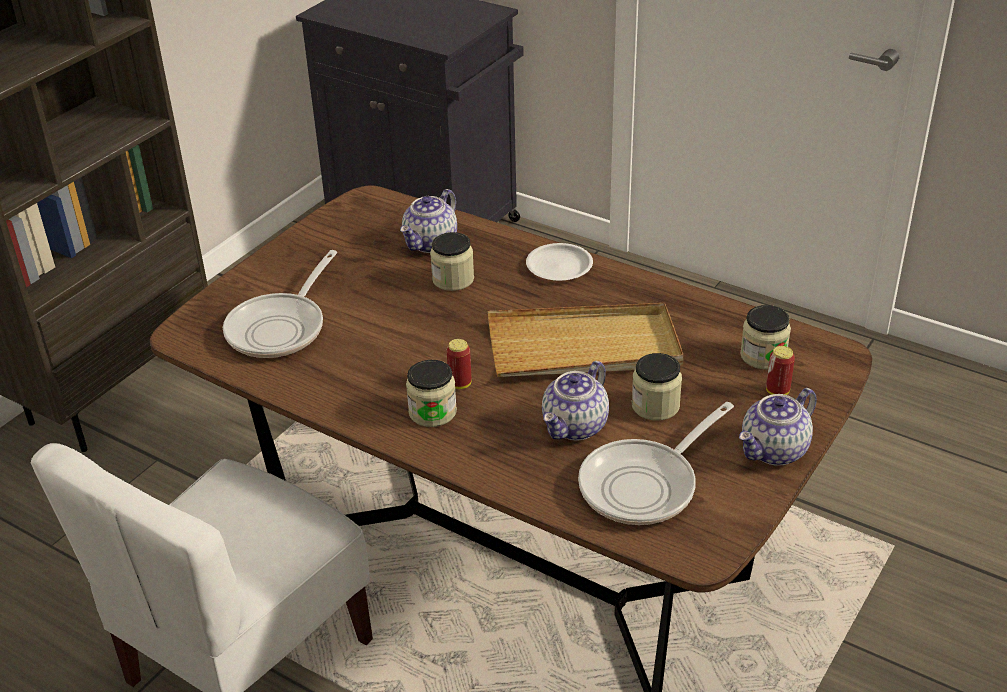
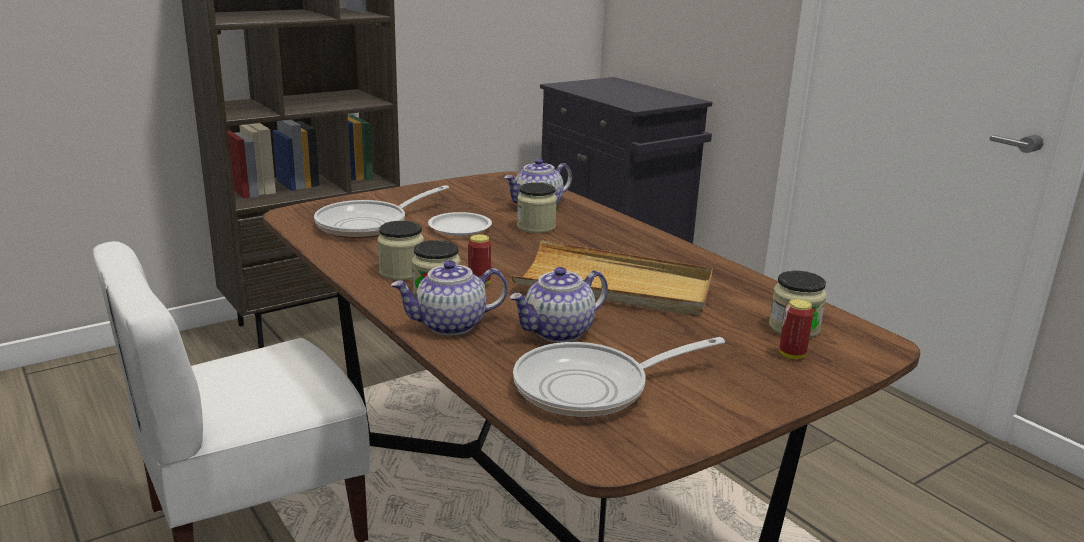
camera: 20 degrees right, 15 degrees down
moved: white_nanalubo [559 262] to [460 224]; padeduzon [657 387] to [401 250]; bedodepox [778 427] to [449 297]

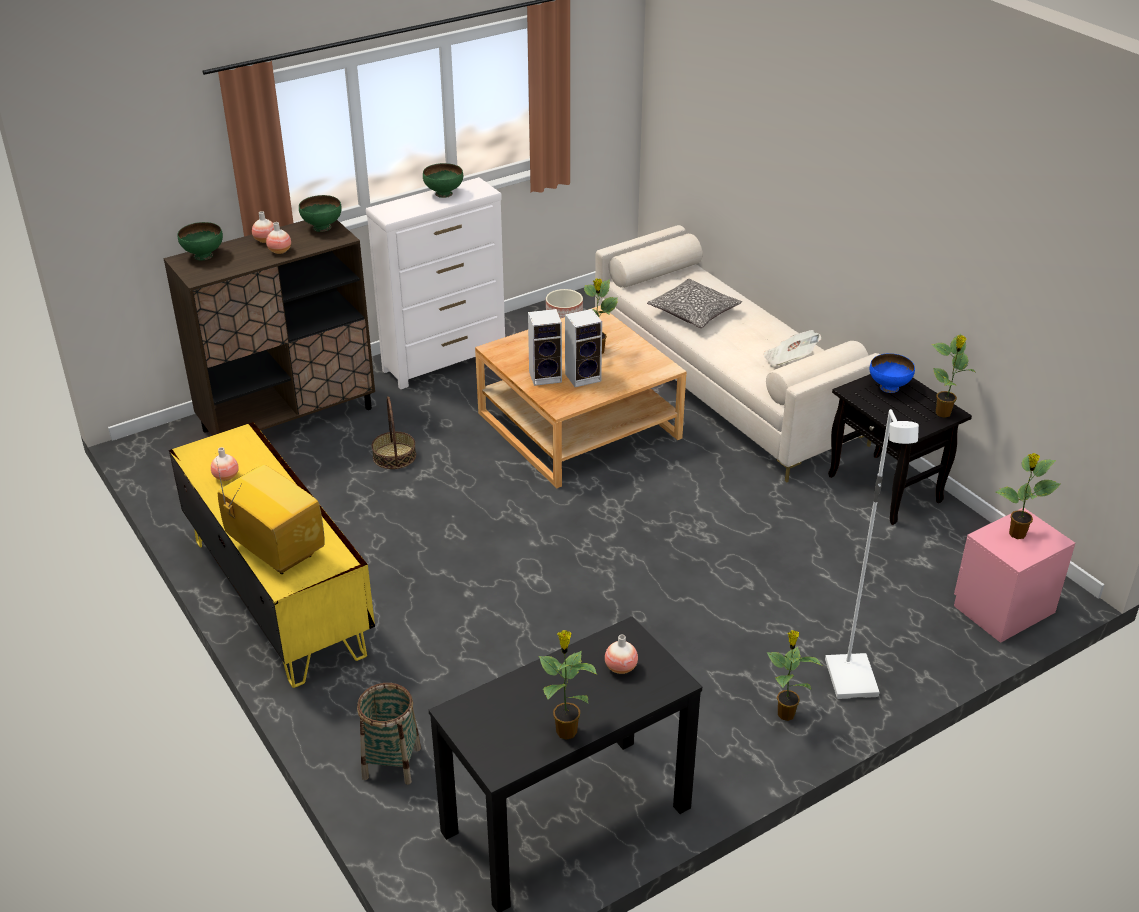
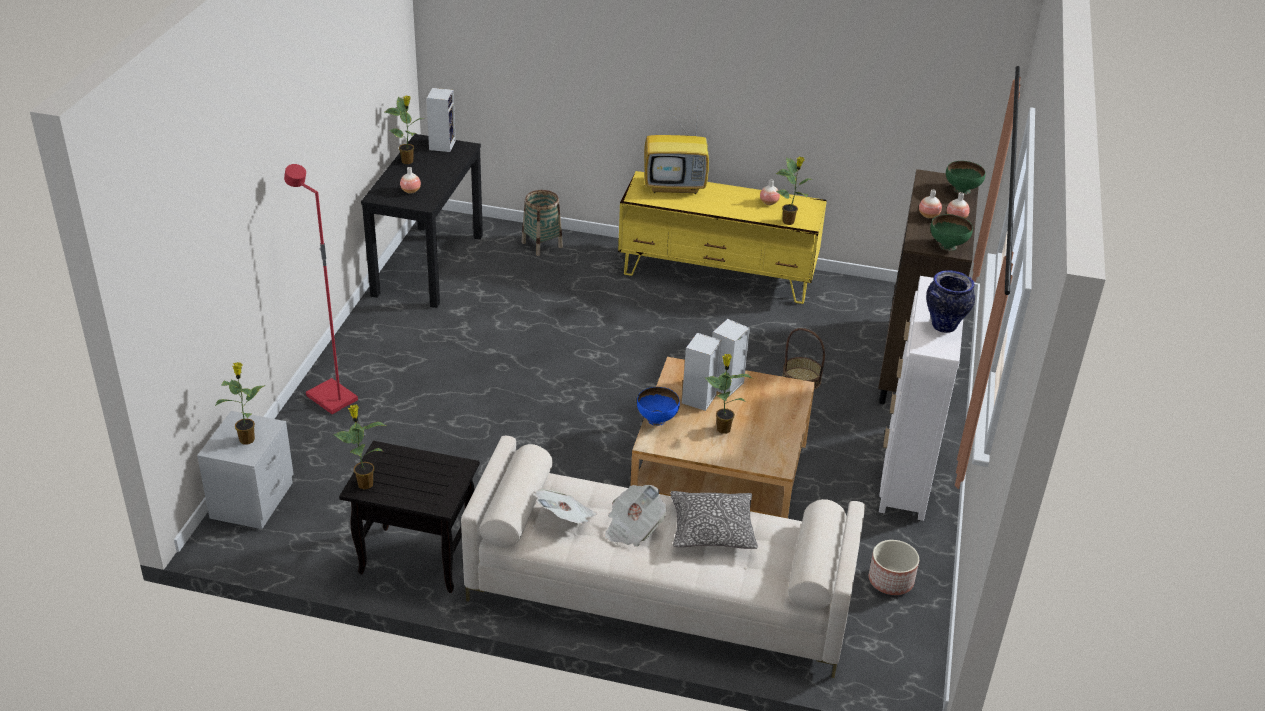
camera: 135 degrees right, 0 degrees up
added: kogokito [441 120]; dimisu [636 516]
moved: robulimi [794 675] to [794 190]; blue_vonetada [892 373] to [658 406]
replaced: green_vonetada [443 180] to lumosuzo [950 301]
recoloured: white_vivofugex [872 554] to red_vivofugex [321 289]; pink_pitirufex [1014 575] to grey_pitirufex [245 470]

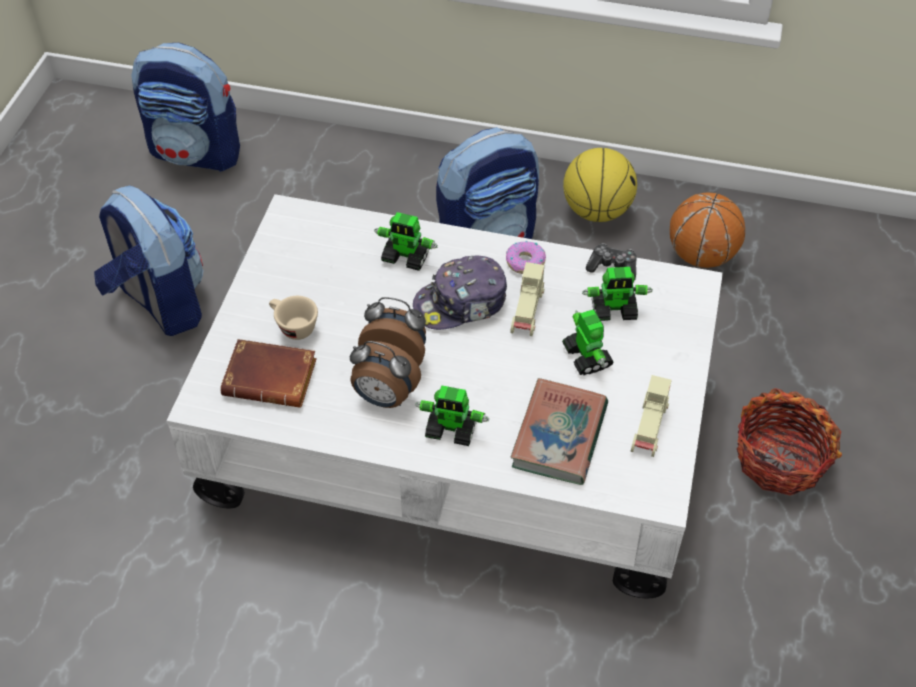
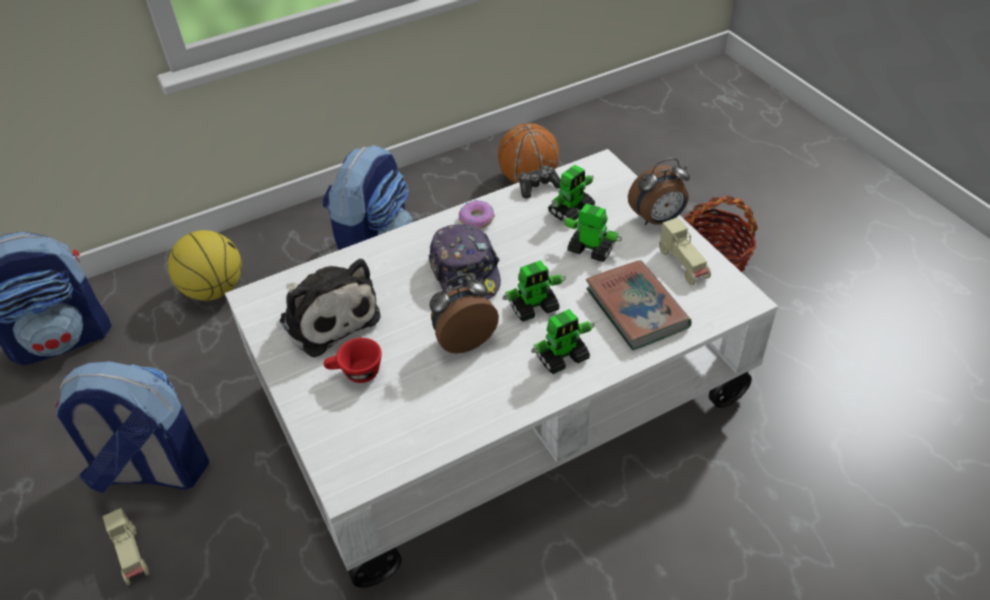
camera: 40 degrees left, 5 degrees down
removed: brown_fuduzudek [268 373]
added: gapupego [330 308]
moved: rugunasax [385 374] to [659 191]; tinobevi [406 241] to [534 291]; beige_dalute [527 299] to [125 547]; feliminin [600 185] to [205 265]
recoloured: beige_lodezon [293 318] to red_lodezon [353 360]
turned: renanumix [460 293] = [464 262] 45 degrees counterclockwise

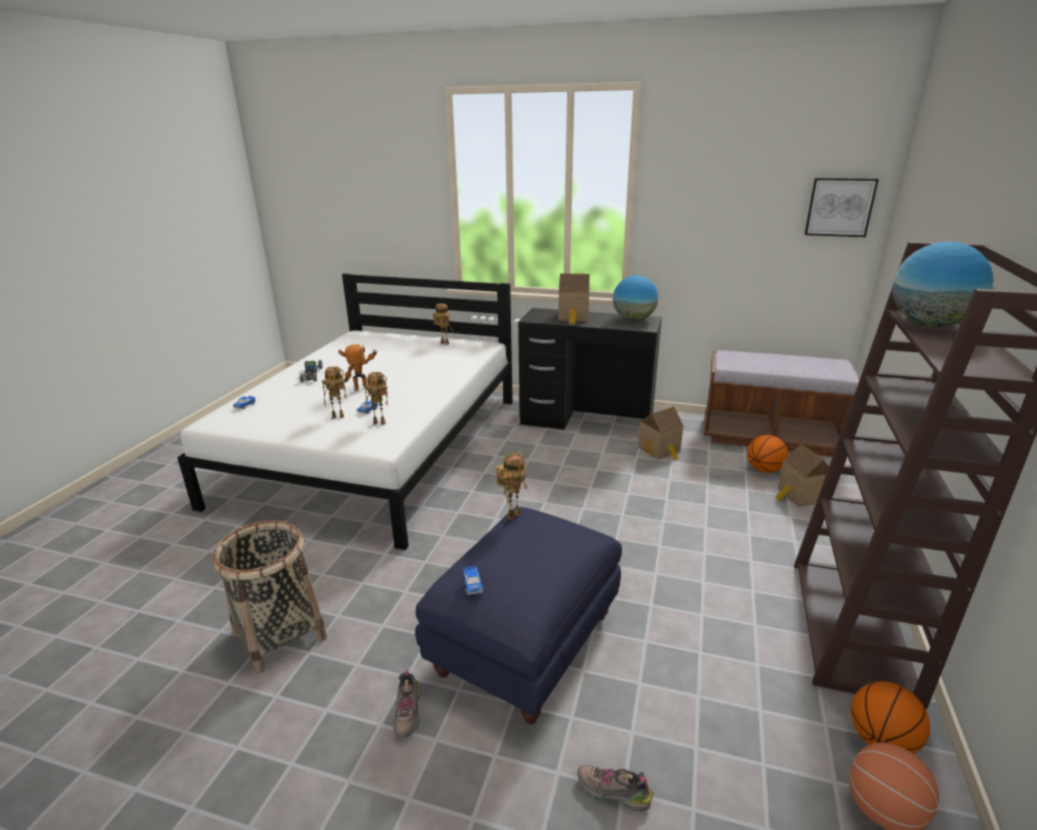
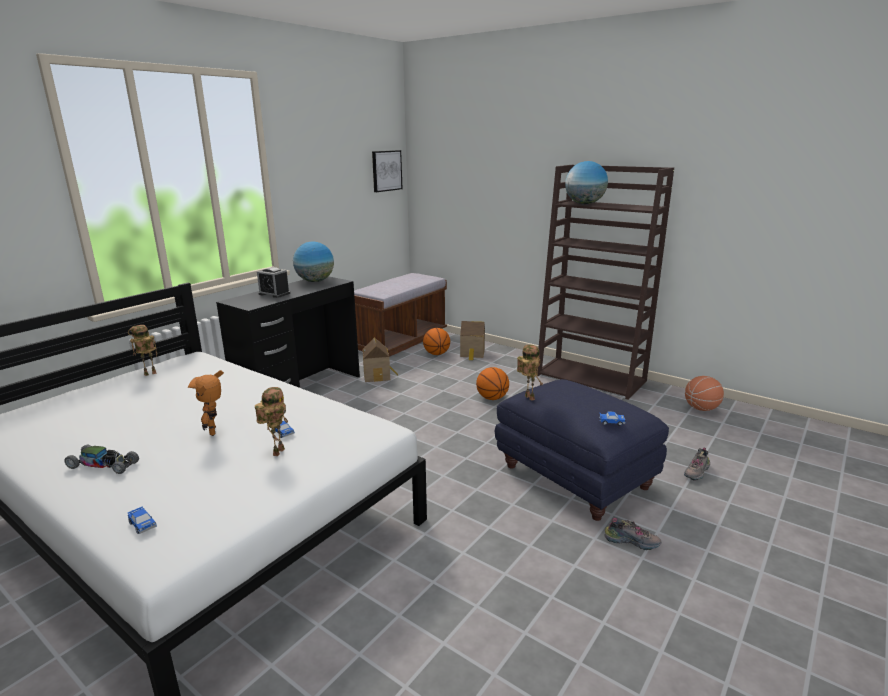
camera: 70 degrees left, 5 degrees down
removed: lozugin [270 597]; tinobevi [376 398]
moved: feliminin [890 717] to [492 383]
replaced: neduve [574 298] to rugunasax [273 282]

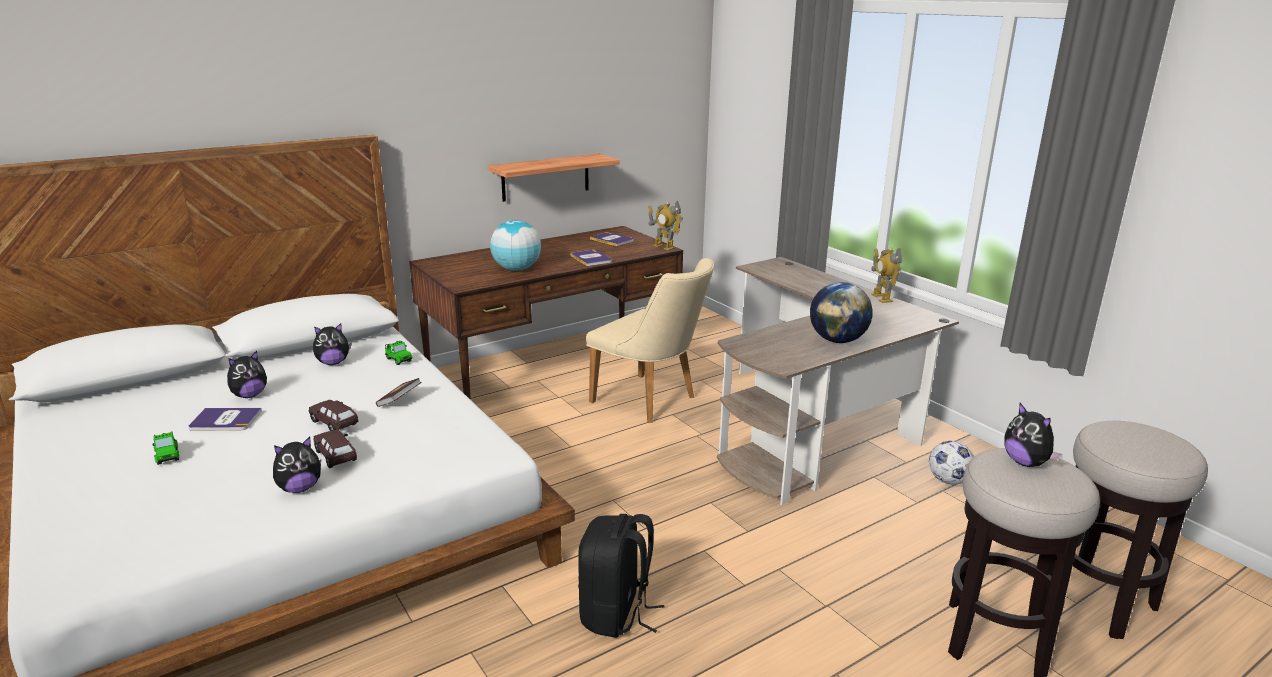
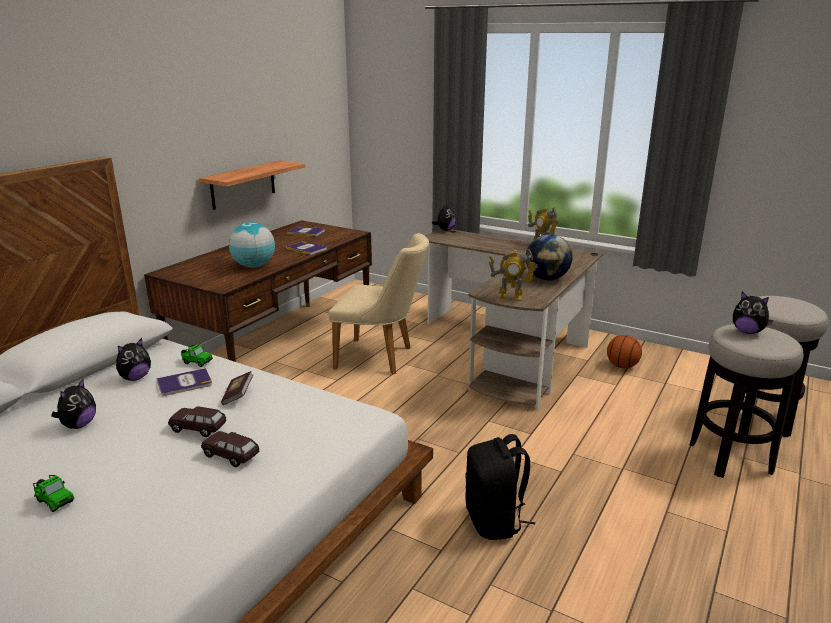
camera: 25 degrees left, 0 degrees up
moved: fuduzudek [225 419] to [184 382]; gapupego [297 465] to [444 217]; tinobevi [665 226] to [513 275]
replaced: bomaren [951 463] to feliminin [624 351]

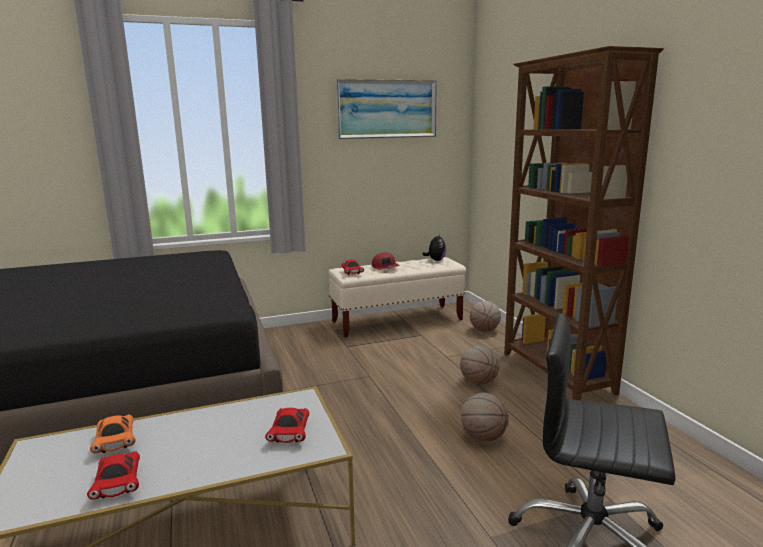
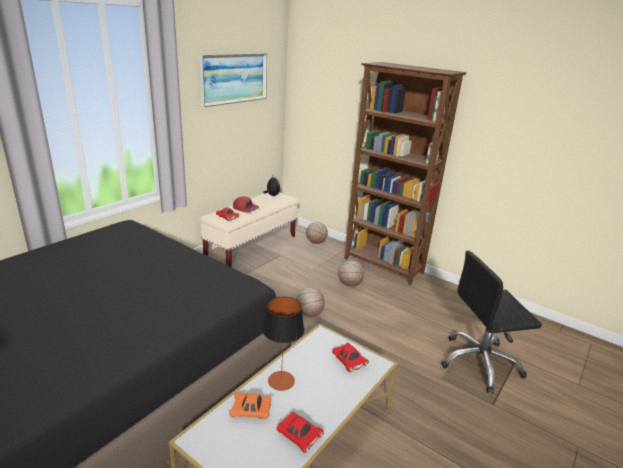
camera: 35 degrees left, 10 degrees up
added: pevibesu [283 344]
moved: feliminin [485 416] to [310 302]
turned: orange_dalute [113 434] = [250 405] 150 degrees clockwise

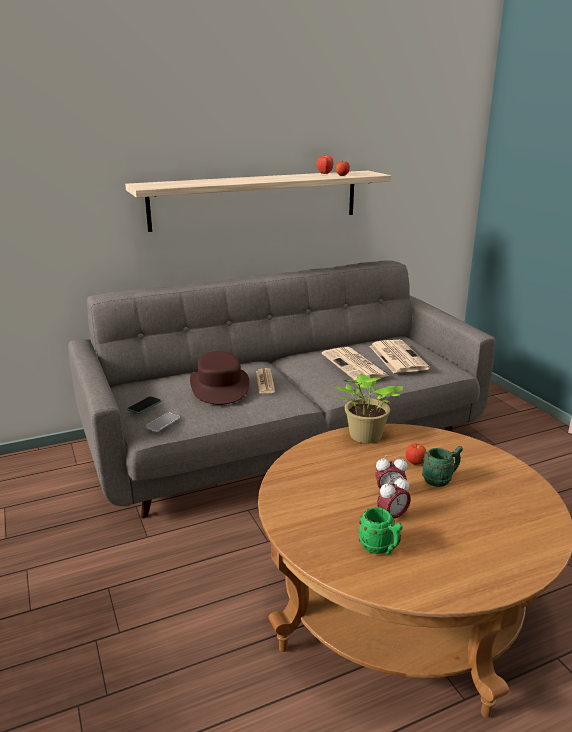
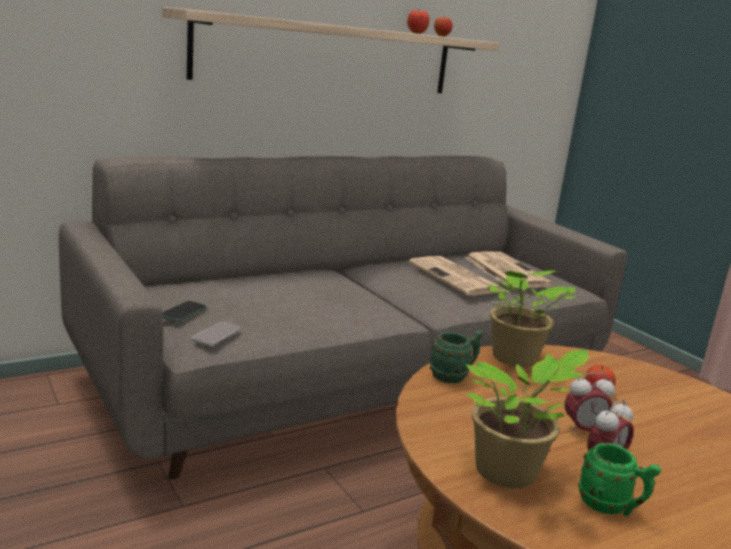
camera: 10 degrees left, 5 degrees down
removed: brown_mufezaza [219 378]; dimisu [265 380]
added: robulimi [527 418]
moved: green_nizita [442 466] to [456 356]

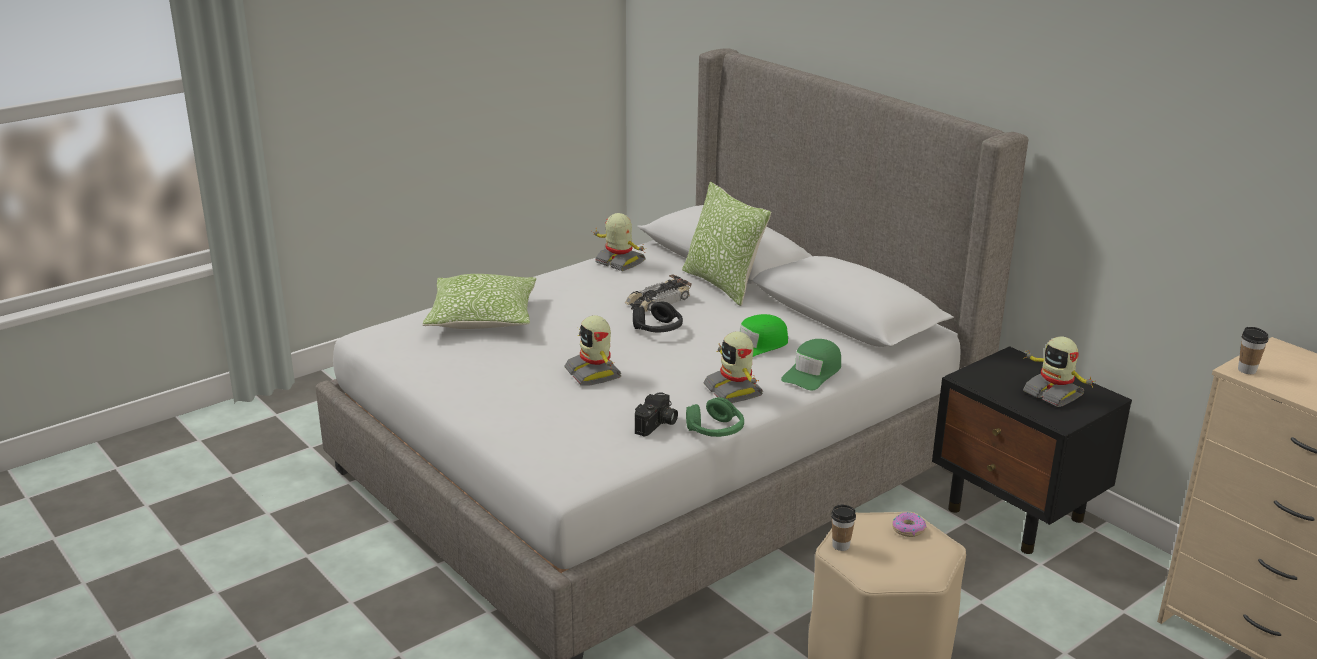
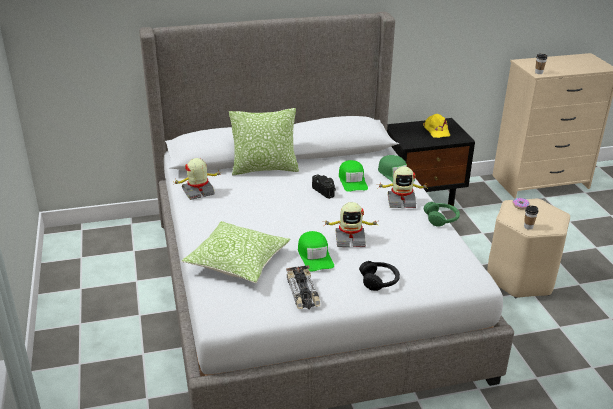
camera: 65 degrees left, 5 degrees up
added: green_renanumix [316 251]
moved: dalute [658 293] to [303 287]; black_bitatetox [658 317] to [379 276]; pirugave [656 414] to [324 186]
replaced: tinobevi [1059 371] to yellow_renanumix [436 126]

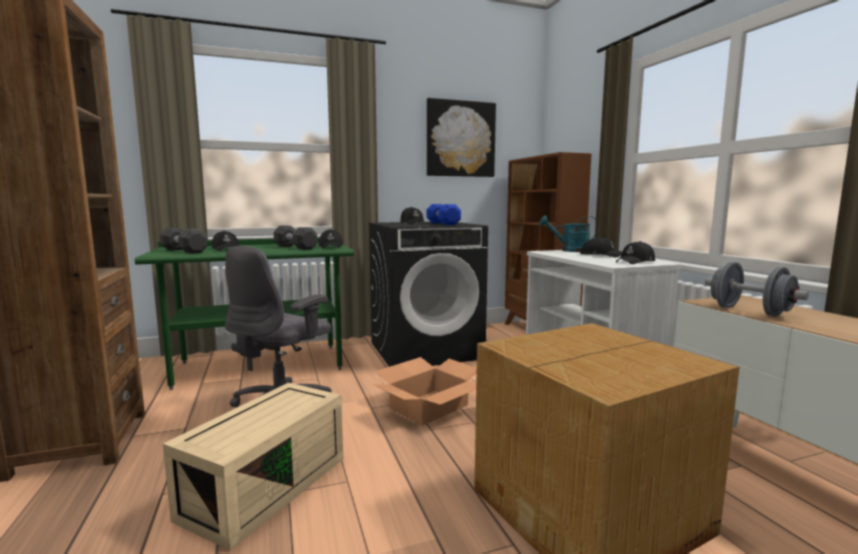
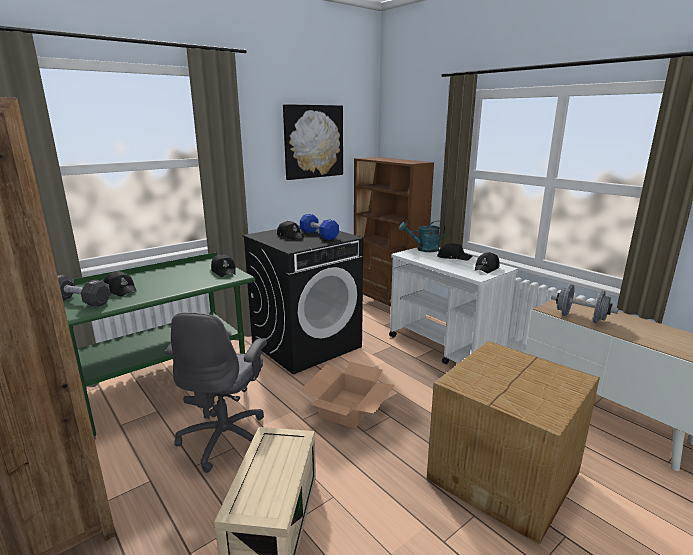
camera: 20 degrees left, 10 degrees up
removed: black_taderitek [296 237]

